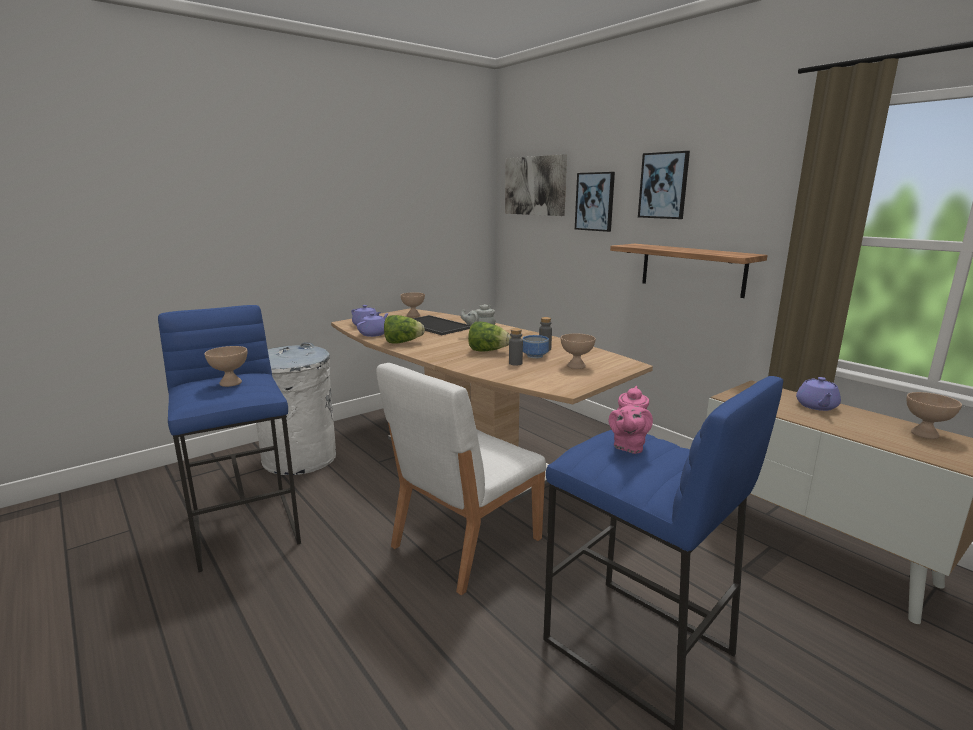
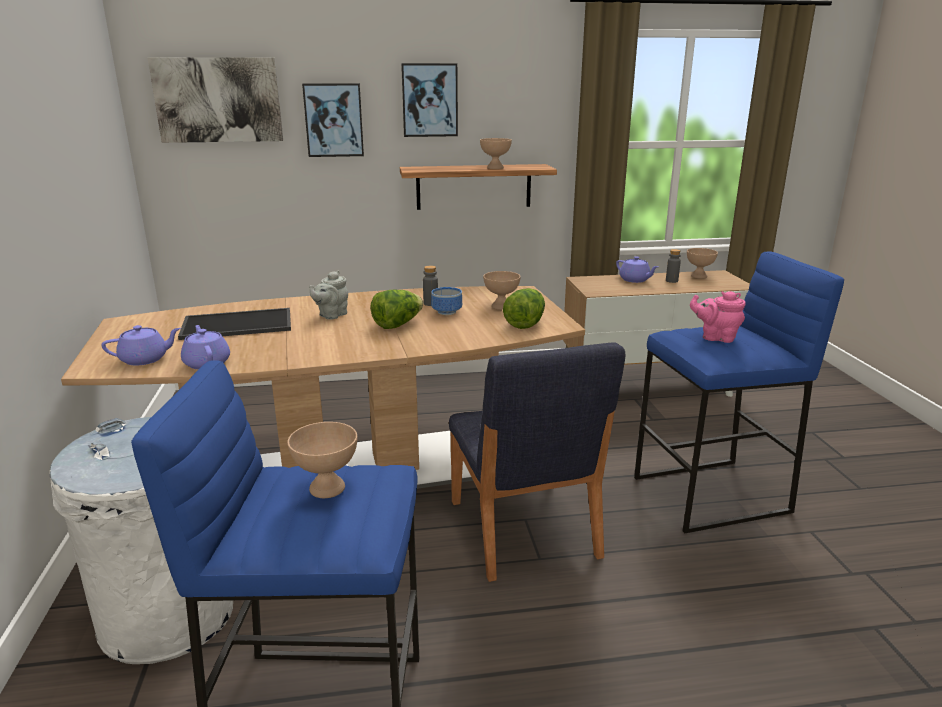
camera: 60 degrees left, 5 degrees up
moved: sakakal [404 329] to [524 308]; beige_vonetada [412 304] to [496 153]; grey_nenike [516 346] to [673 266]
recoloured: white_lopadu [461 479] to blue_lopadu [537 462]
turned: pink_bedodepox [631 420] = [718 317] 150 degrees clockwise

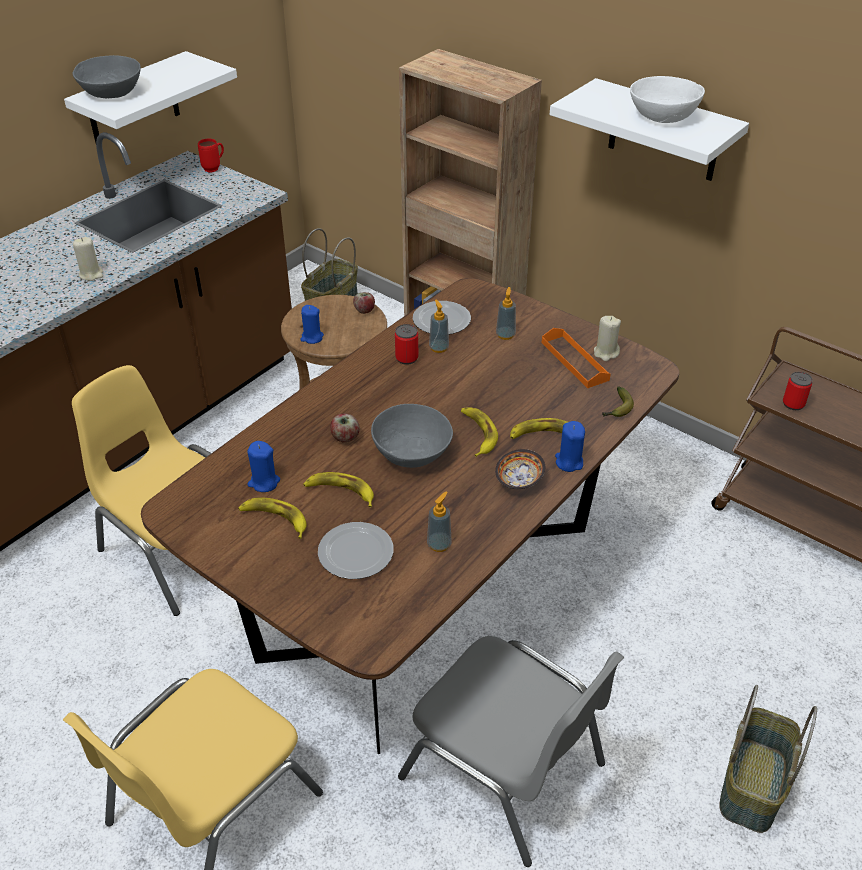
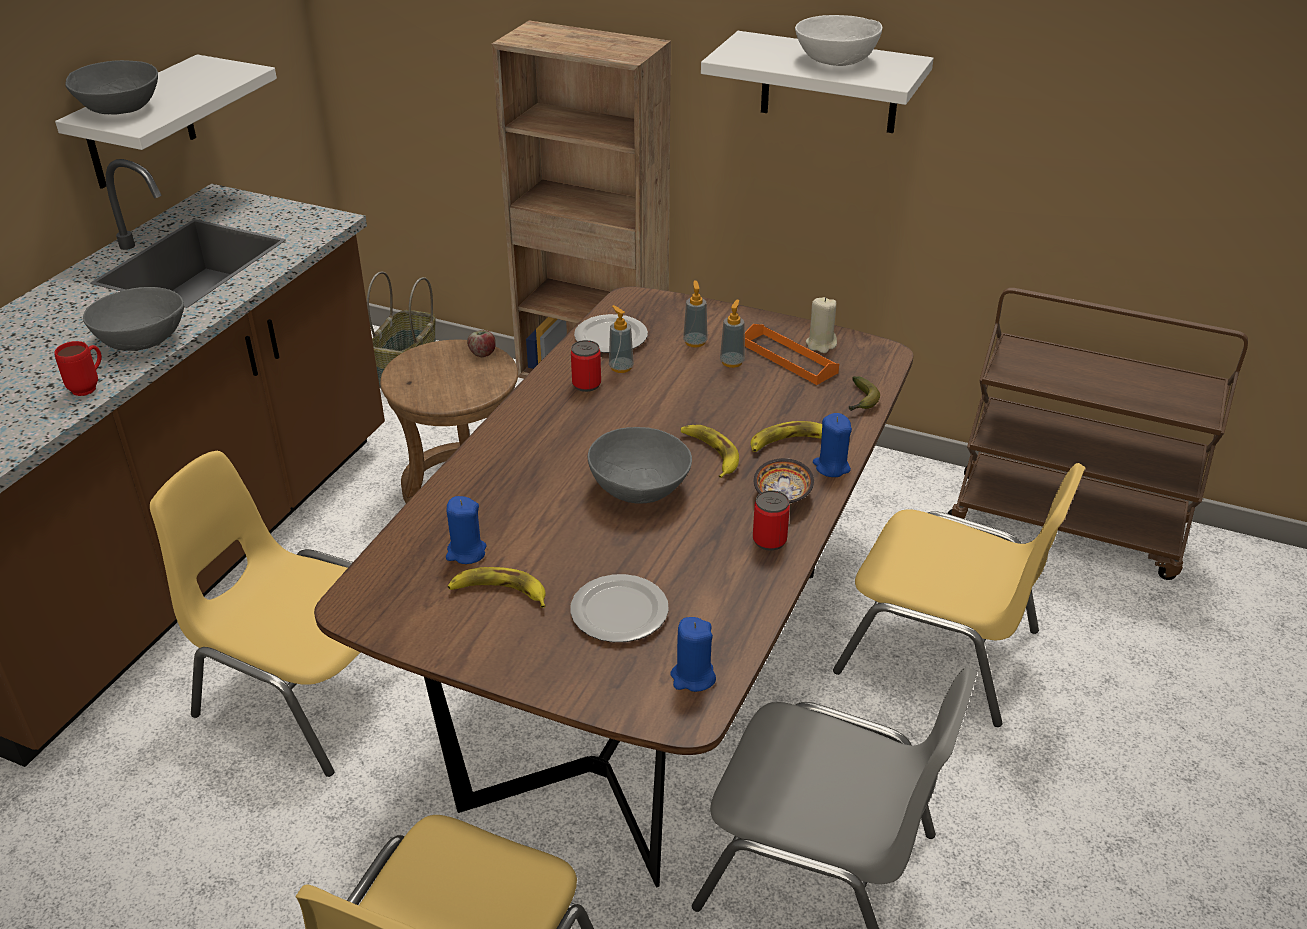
camera: 15 degrees left, 5 degrees down
removed: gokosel [338 490]; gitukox [345 428]; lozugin [768 759]
added: yellow_lopadu [959 595]
moved: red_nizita [211 155] to [77 368]; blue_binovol [312 324] to [693 654]; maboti [439 522] to [732 334]; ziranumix [798 391] to [771 520]
replaced: beige_binovol [88 259] to grey_vonetada [133 319]

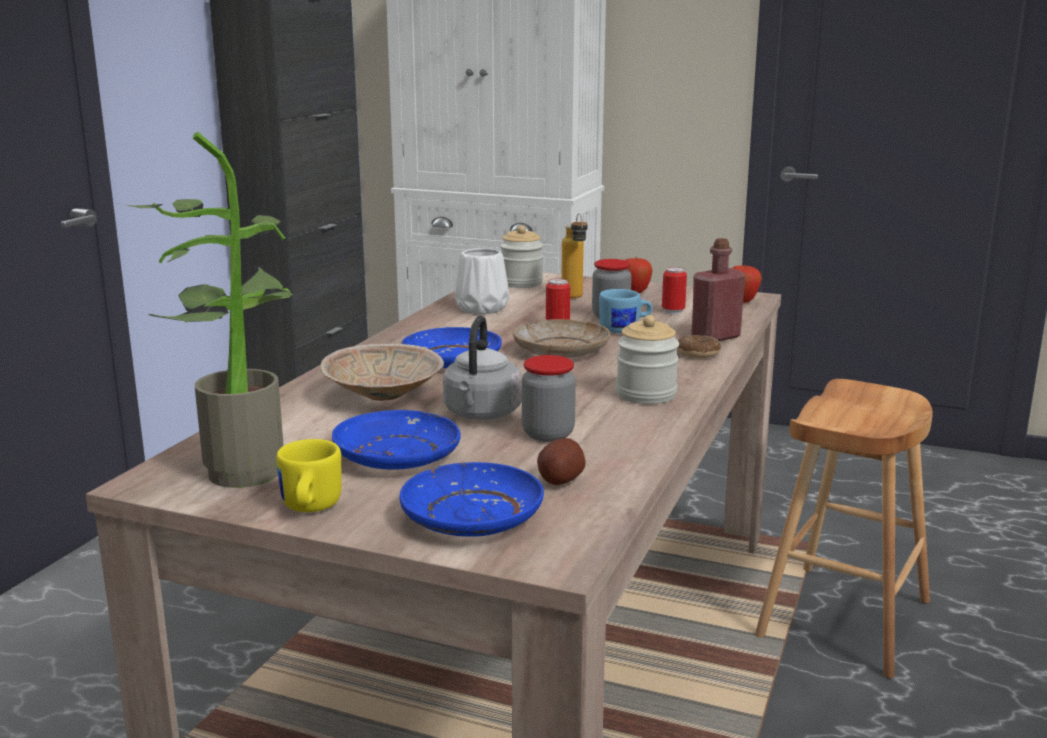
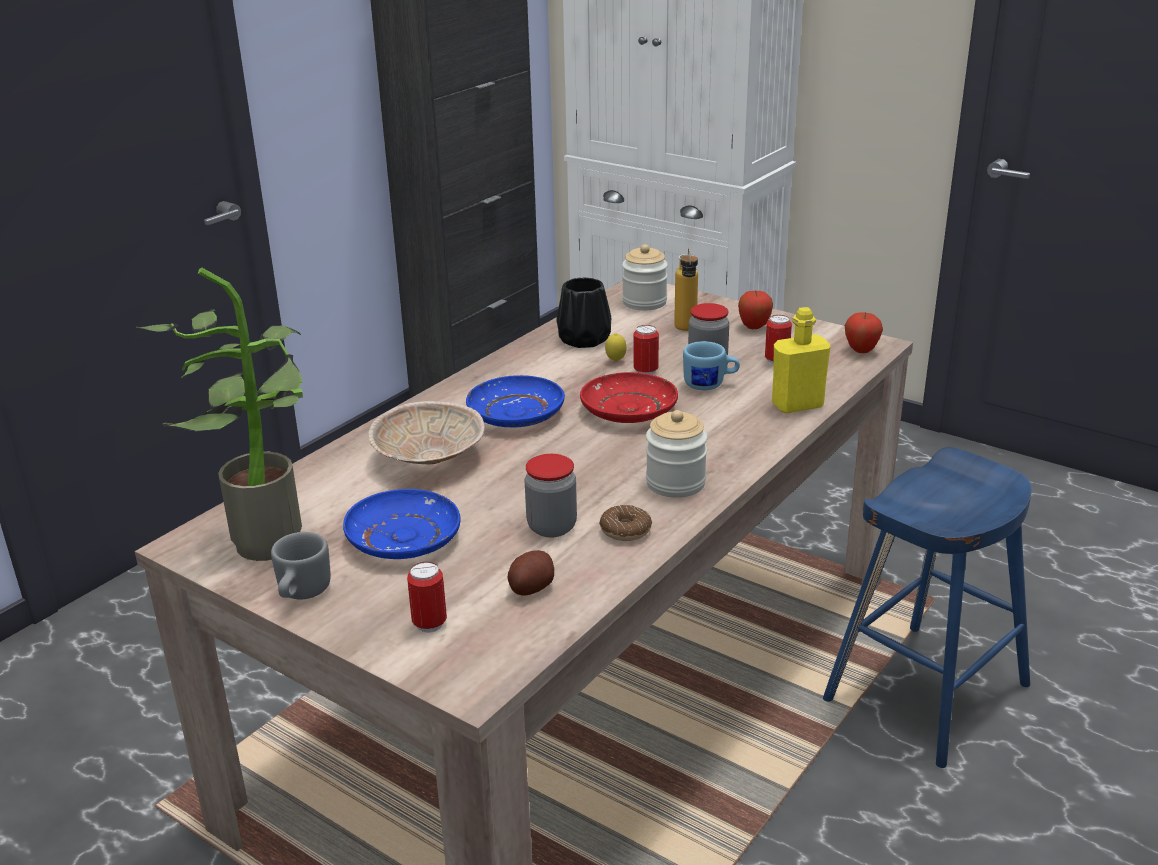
camera: 15 degrees right, 10 degrees up
removed: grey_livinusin [482 368]
added: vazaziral [616 347]
moved: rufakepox [699 346] to [625 523]
replaced: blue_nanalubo [471 499] to ziranumix [427 597]
recoloured: yellow_nizita [308 475] to grey_nizita [301 565]; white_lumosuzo [482 281] to black_lumosuzo [583 313]; beige_nanalubo [561 338] to red_nanalubo [629 397]; red_nenike [718 289] to yellow_nenike [801 360]; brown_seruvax [844 528] to blue_seruvax [927 607]

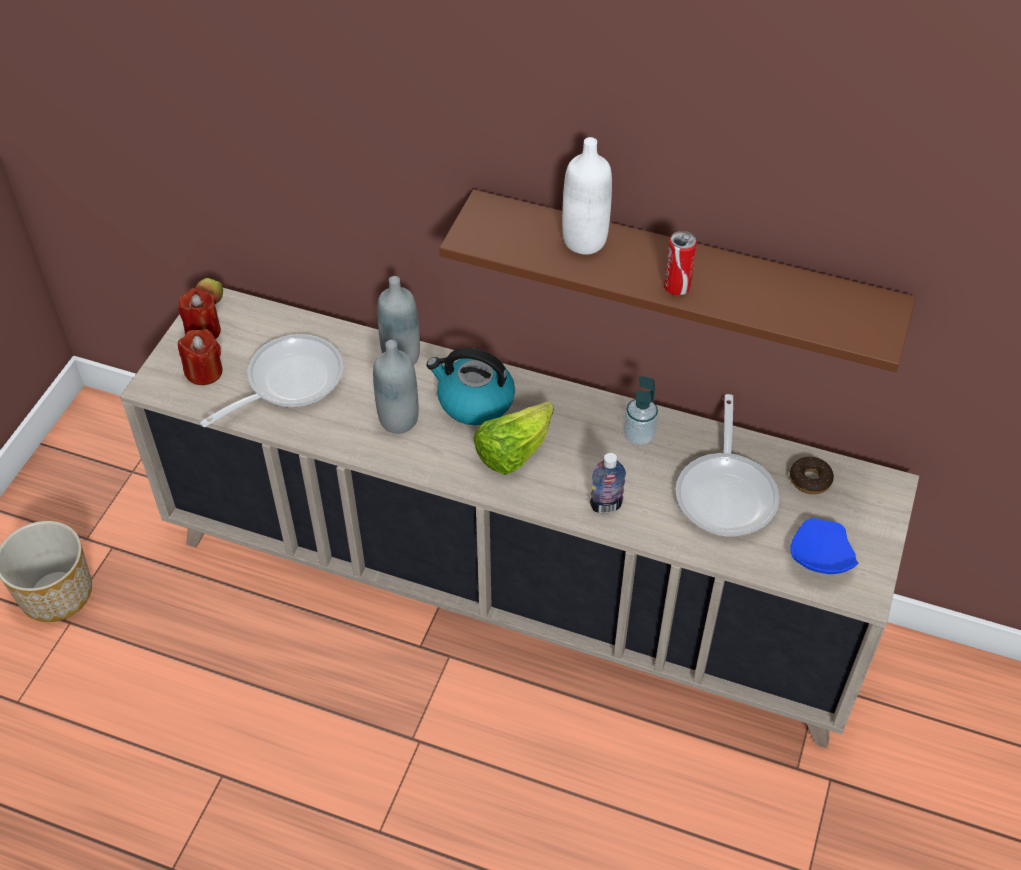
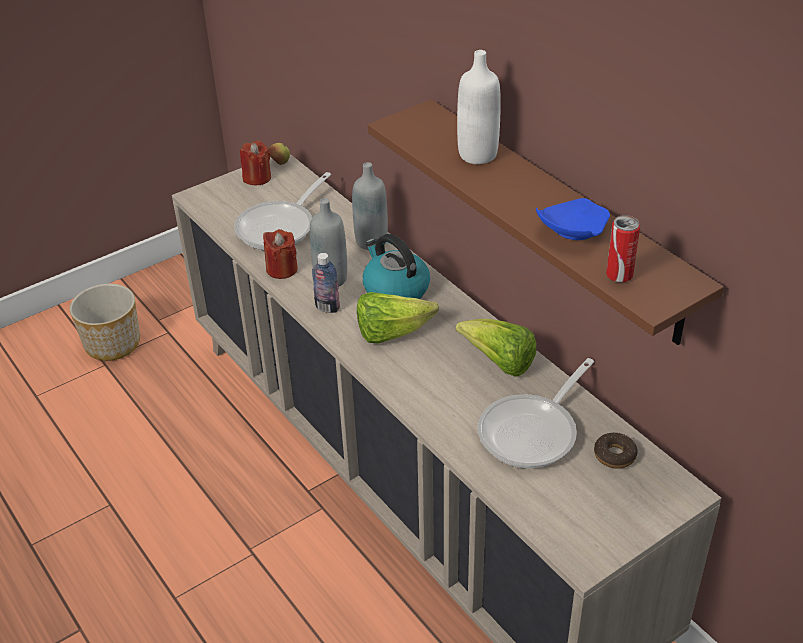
camera: 35 degrees right, 10 degrees down
moved: red_binovol [200 357] to [280 254]; nenike [608 483] to [326 283]; ziranumix [680 263] to [623 248]; blue_nanalubo [824 546] to [573 219]
replaced: maboti [641 410] to sakakal [495 347]
turned: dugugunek [271 380] = [282 211] 135 degrees clockwise

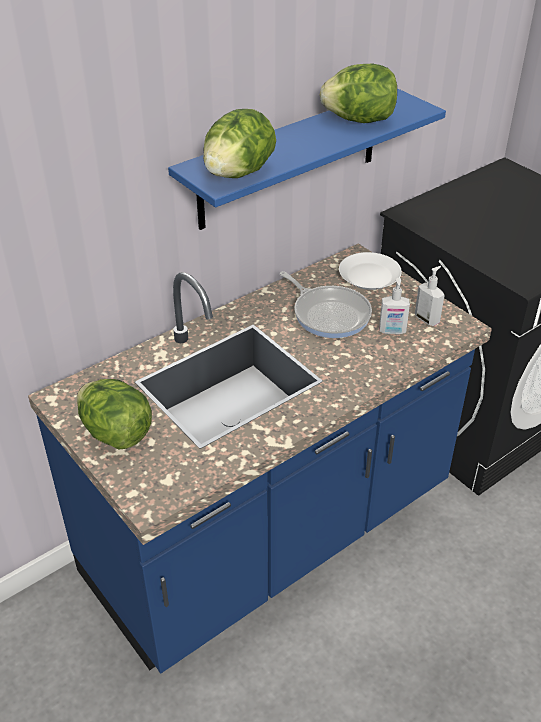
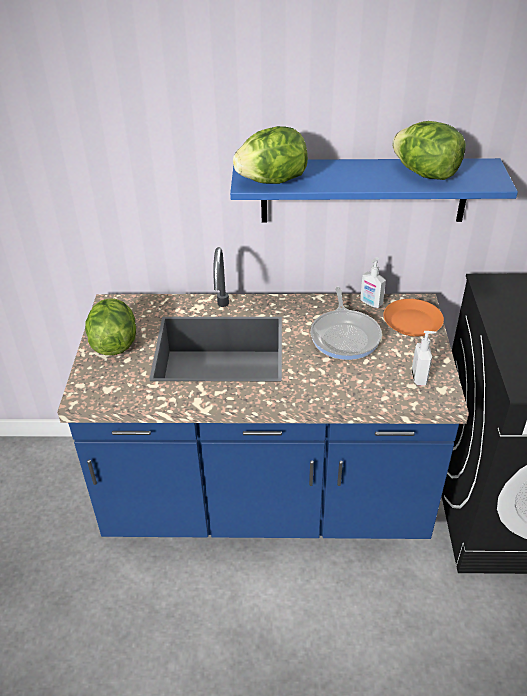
camera: 40 degrees right, 0 degrees up
moved: maboti [394 306] to [373 282]
recoloured: white_nanalubo [370 271] to orange_nanalubo [413 318]

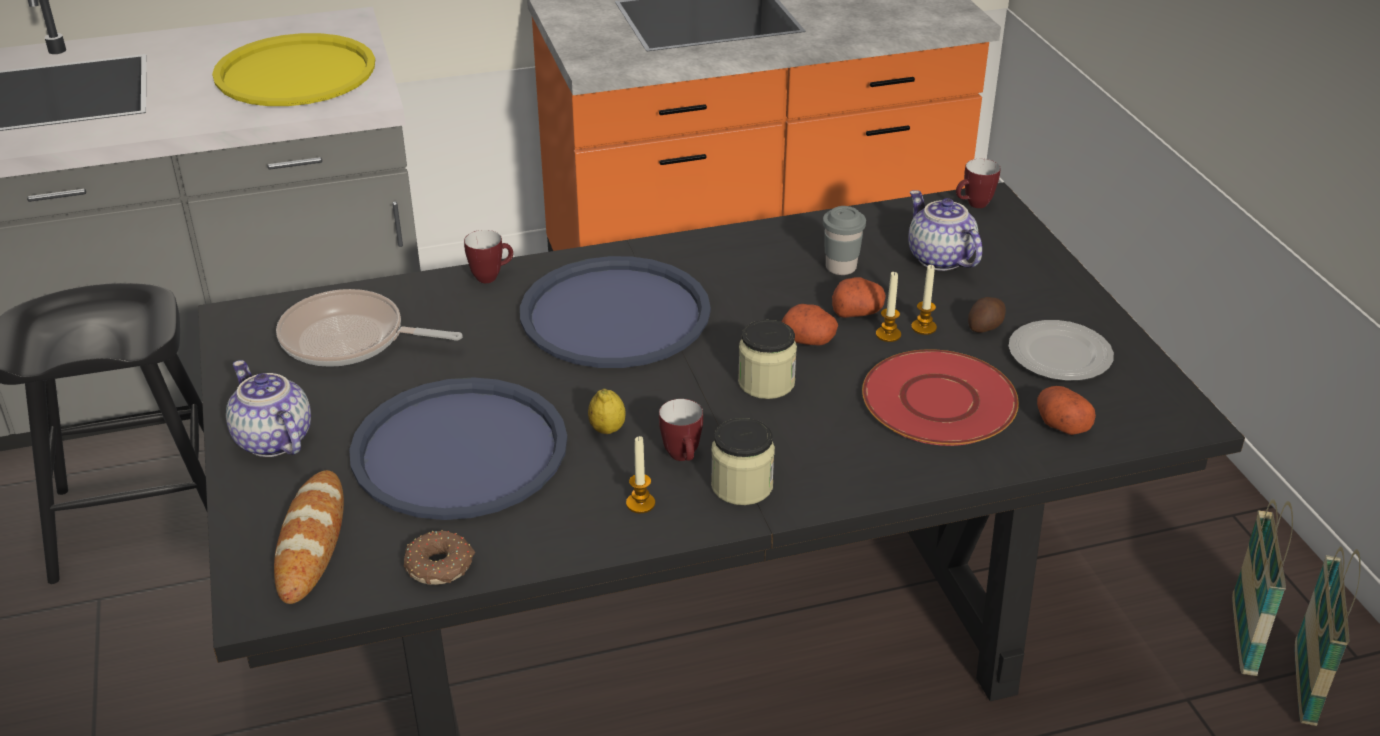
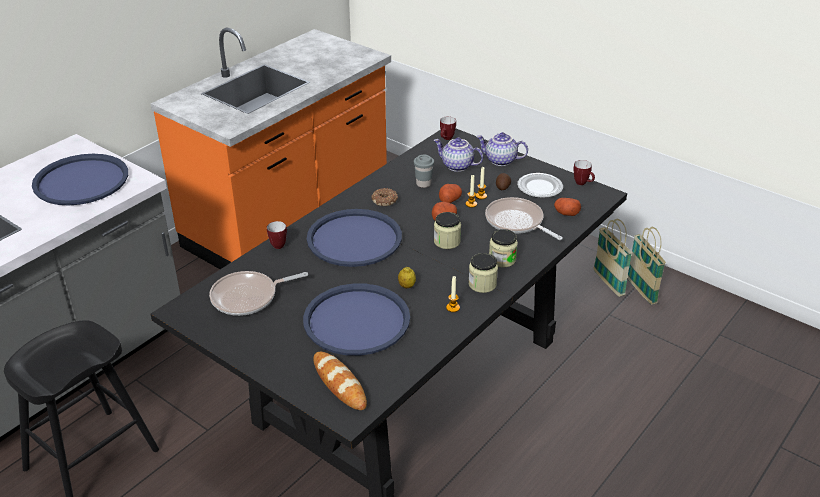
camera: 35 degrees left, 0 degrees up
added: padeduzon [503 248]
moved: bedodepox [268 408] to [502 149]; rufakepox [439 557] to [385 197]; nizita [681 430] to [584 172]
replaced: red_nanalubo [940 397] to dugugunek [524 218]
recoloured: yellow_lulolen [293 69] to blue_lulolen [80 179]

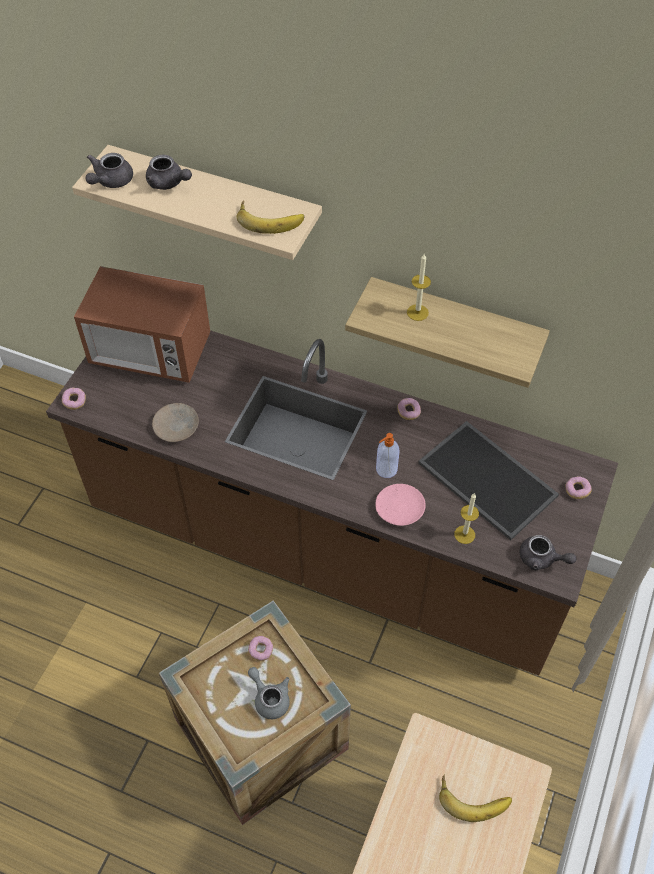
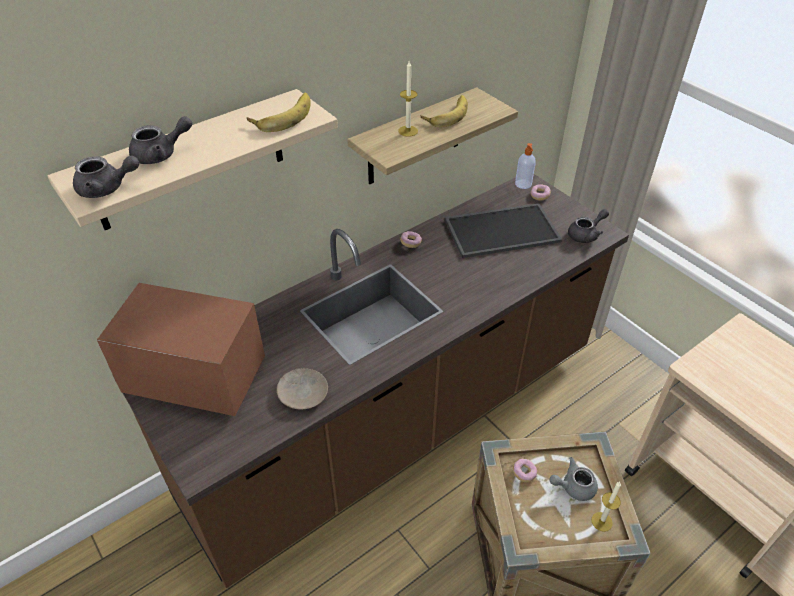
camera: 60 degrees left, 10 degrees down
removed: rufakepox [74 398]; pink_nanalubo [400 505]
moved: maboti [388 455] to [525 166]; gokosel [475 798] to [444 111]; binovol [466 518] to [606 507]
turned: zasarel [142 324] = [181 349] 120 degrees counterclockwise; grey_bedodepox [109 170] = [106 176] 60 degrees counterclockwise

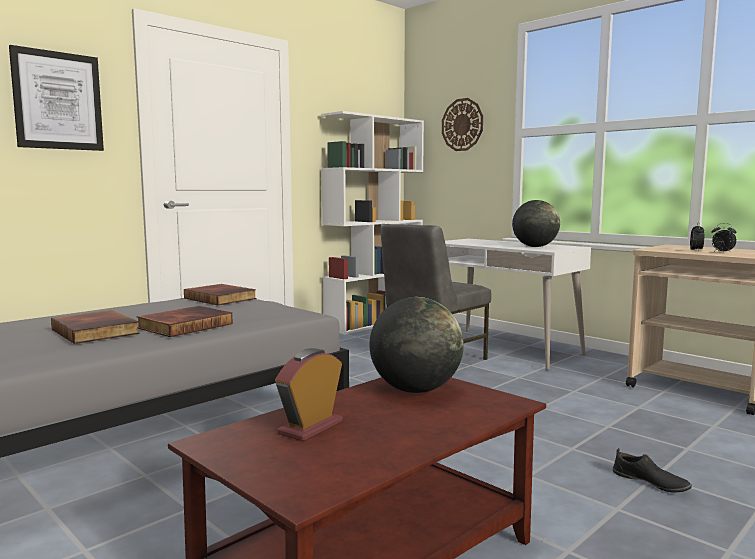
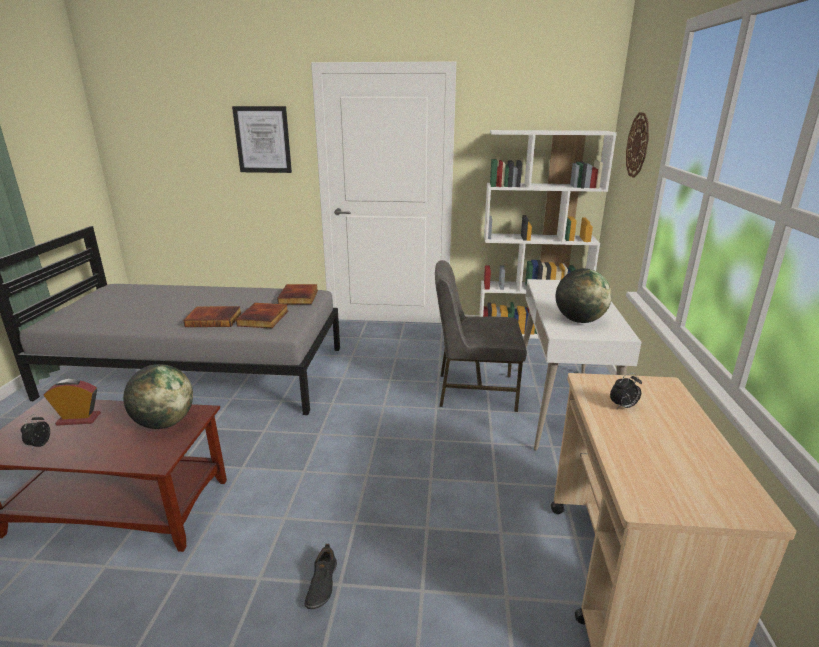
camera: 50 degrees right, 15 degrees up
moved: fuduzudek [95 327] to [262 315]; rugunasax [724 238] to [35 432]

